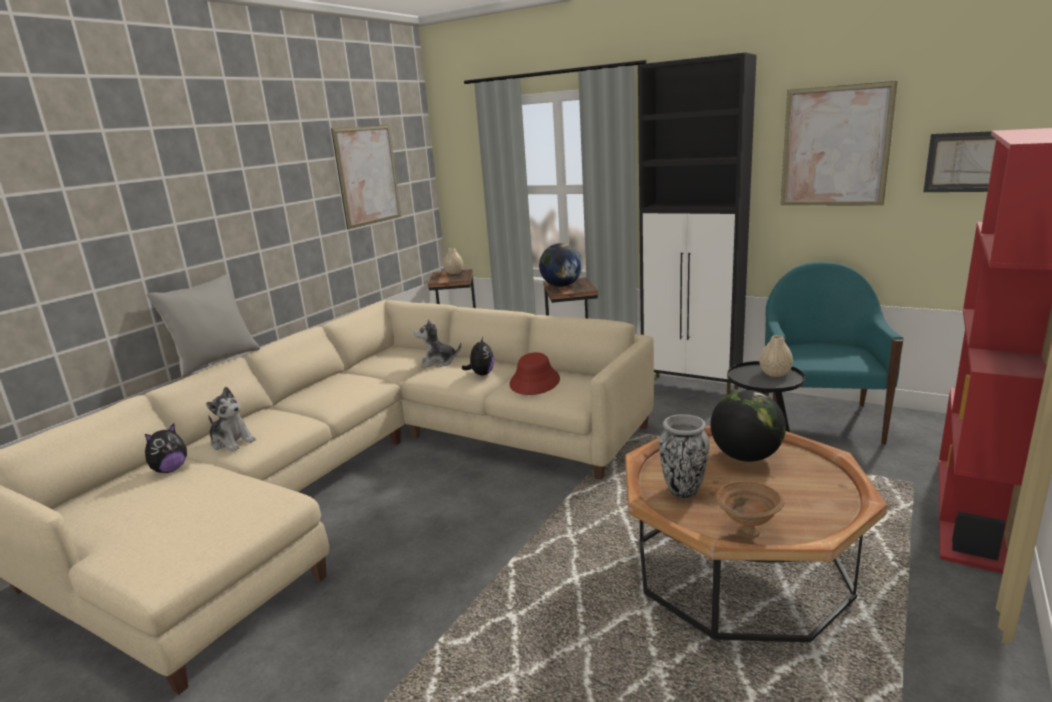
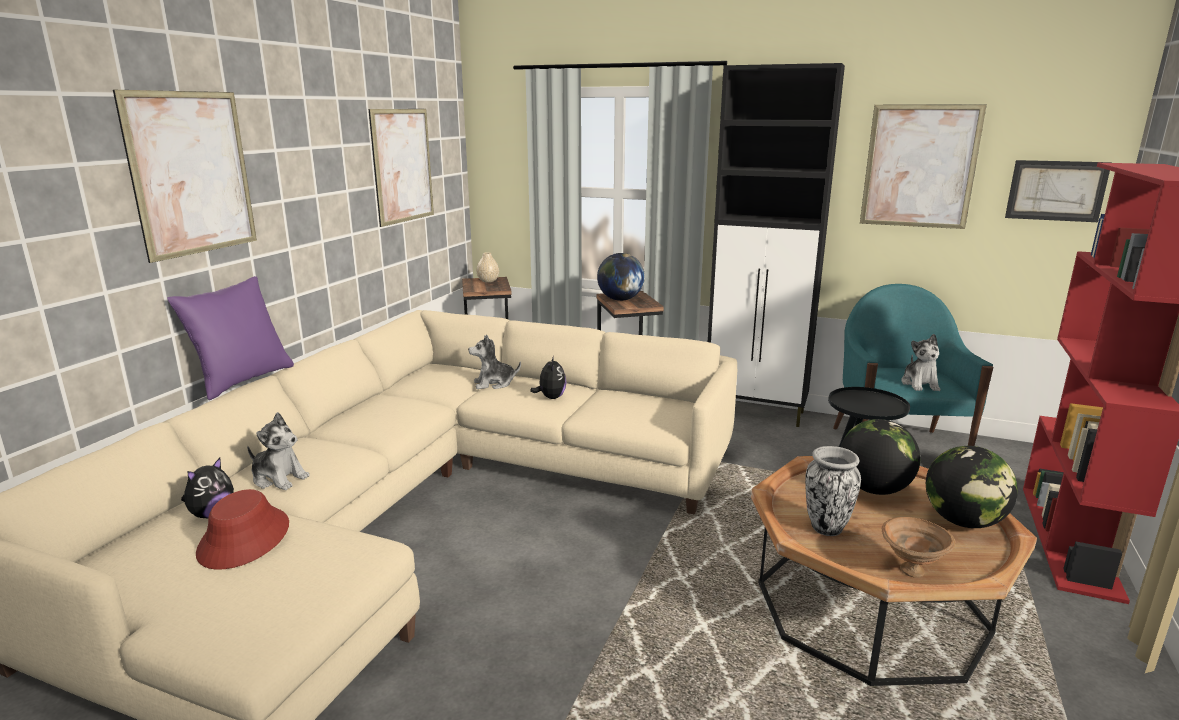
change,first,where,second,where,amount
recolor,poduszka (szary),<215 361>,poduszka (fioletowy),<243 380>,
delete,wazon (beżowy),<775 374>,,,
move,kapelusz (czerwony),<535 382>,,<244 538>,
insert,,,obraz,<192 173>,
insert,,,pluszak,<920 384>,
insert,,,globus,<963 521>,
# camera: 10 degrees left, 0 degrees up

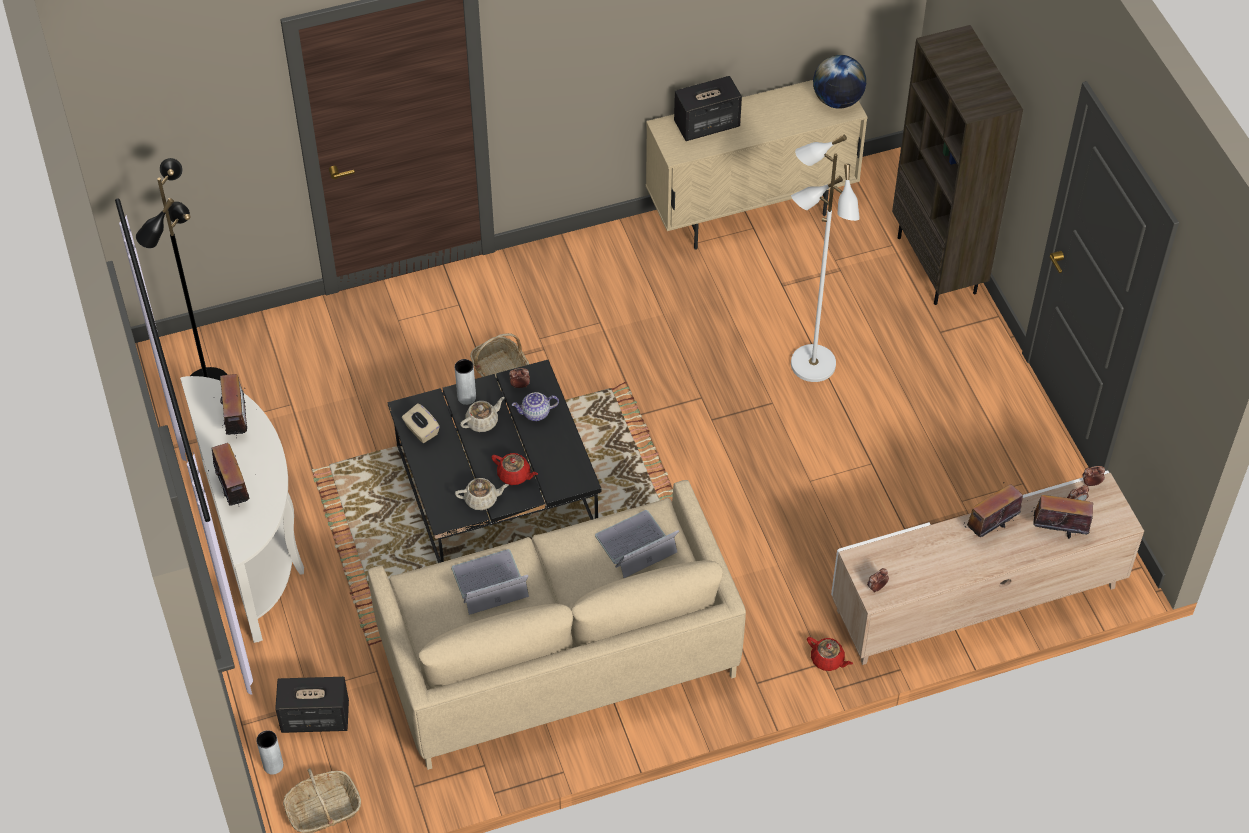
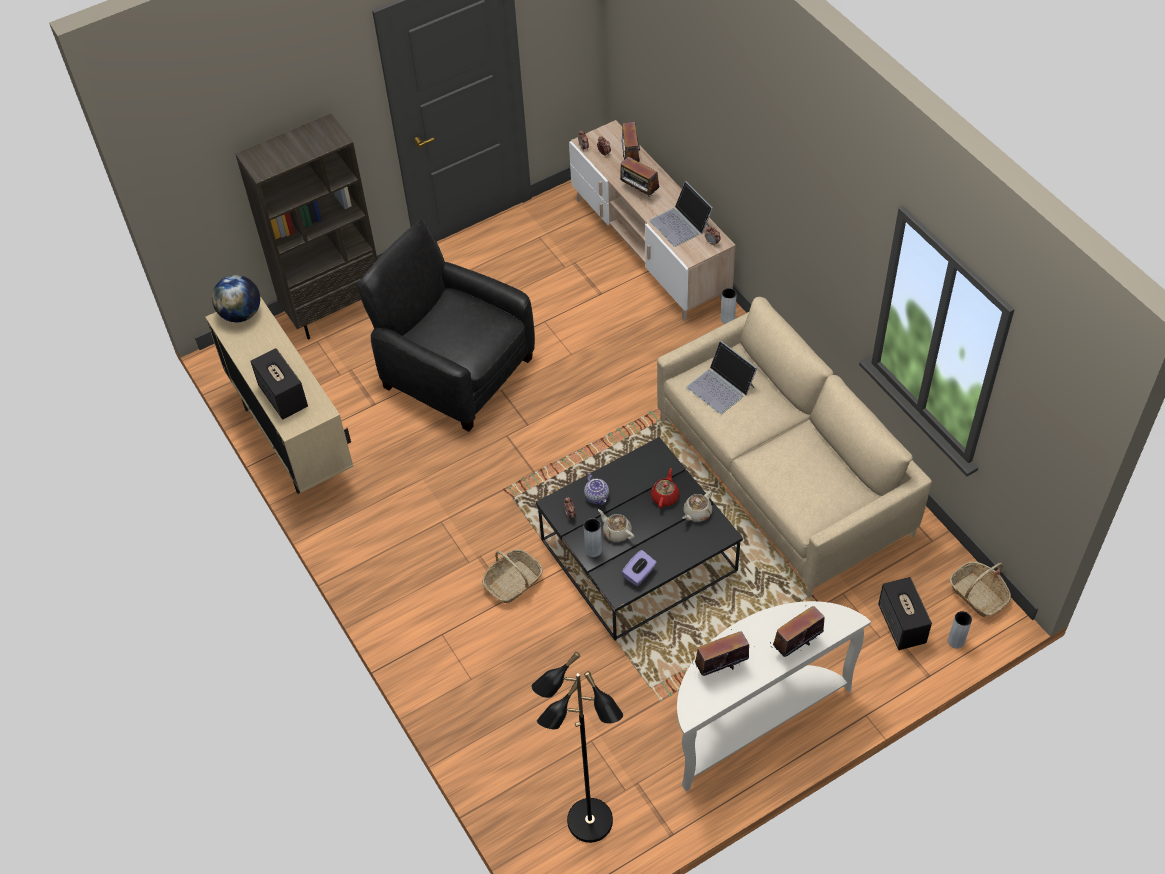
change,first,where,second,where,amount
replace,lampa stojąca (biały),<811 365>,fotel (czarny),<456 371>,
recolor,pudełko chusteczek (beżowy),<421 431>,pudełko chusteczek (fioletowy),<639 574>,
rotate,imbryk (beżowy),<482 499>,,<697 513>,120 degrees counterclockwise
move,laptop,<489 583>,,<681 224>,
replace,imbryk (czerwony),<828 660>,wazon (szary),<727 319>,
# camera: 100 degrees left, 0 degrees up

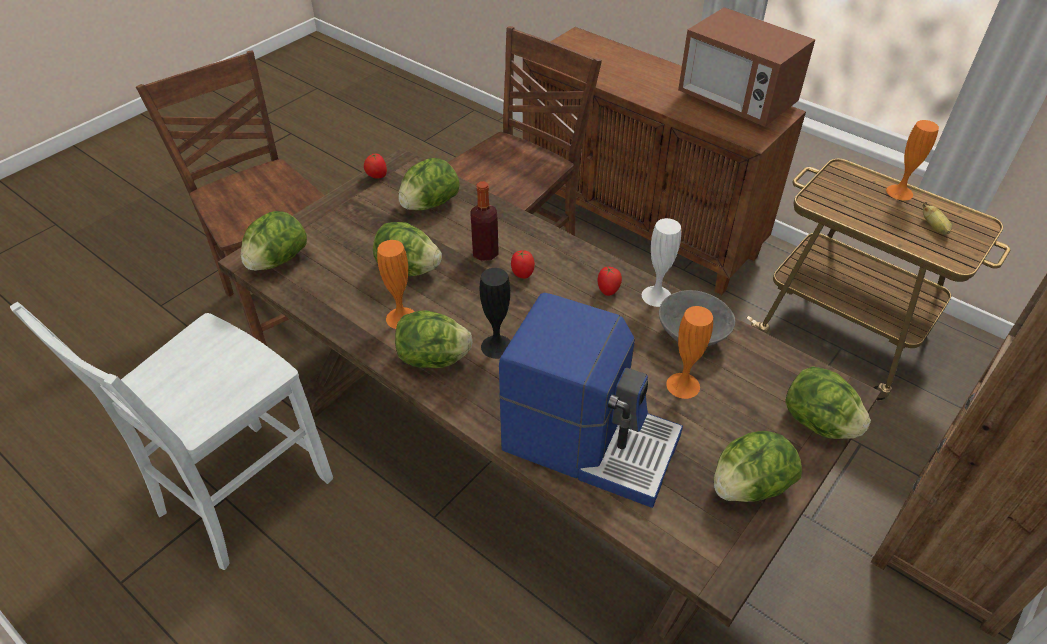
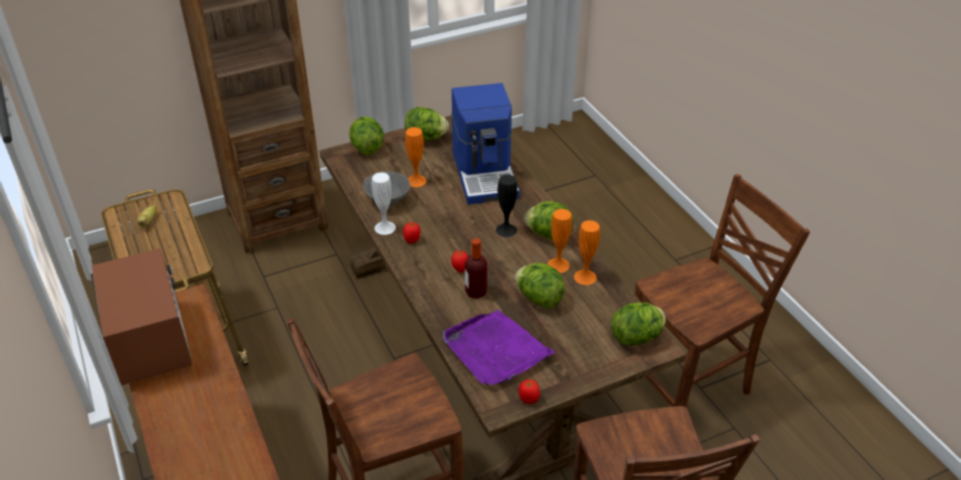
change,first,where,second,where,amount
move,wazon (pomarańczowy),<899 192>,,<585 277>,
replace,sałata,<429 205>,taca (fioletowy),<495 350>,
rotate,ekspres do kawy,<590 440>,,<486 173>,150 degrees counterclockwise
recolor,krzesło (biały),<240 496>,krzesło (brązowy),<689 385>,
# camera: 155 degrees left, 5 degrees down

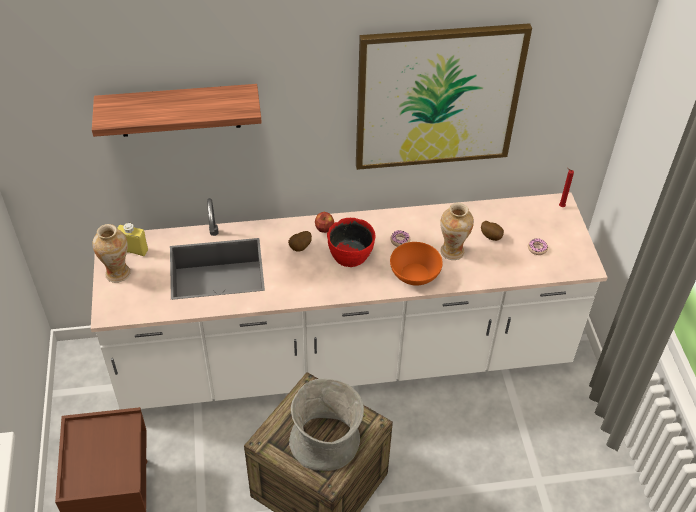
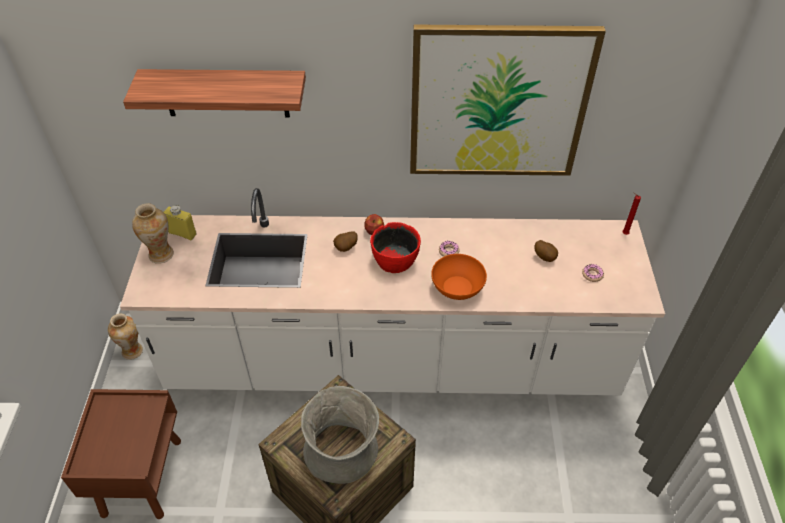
change,first,where,second,where,amount
move,wazon,<452 251>,,<132 351>,
# camera: 10 degrees right, 0 degrees up

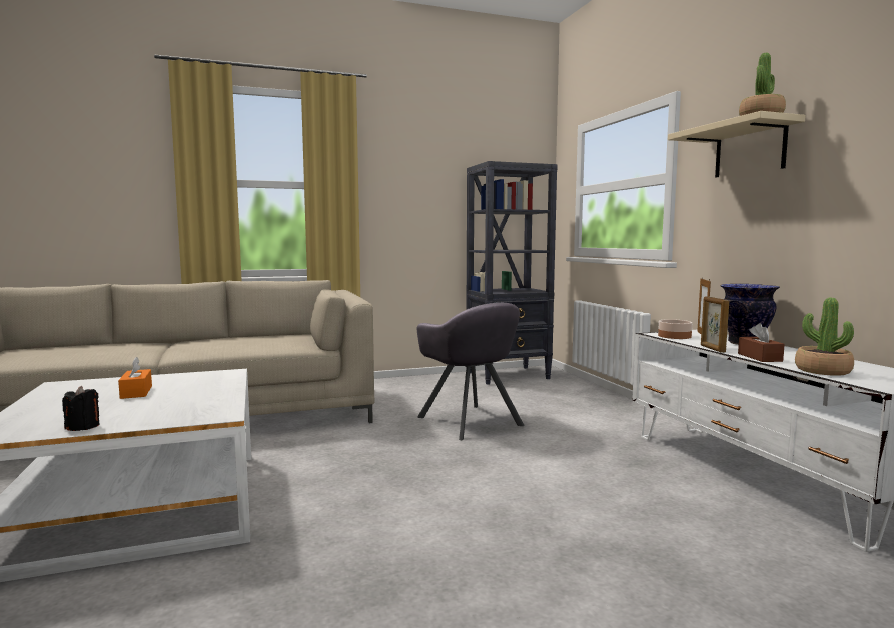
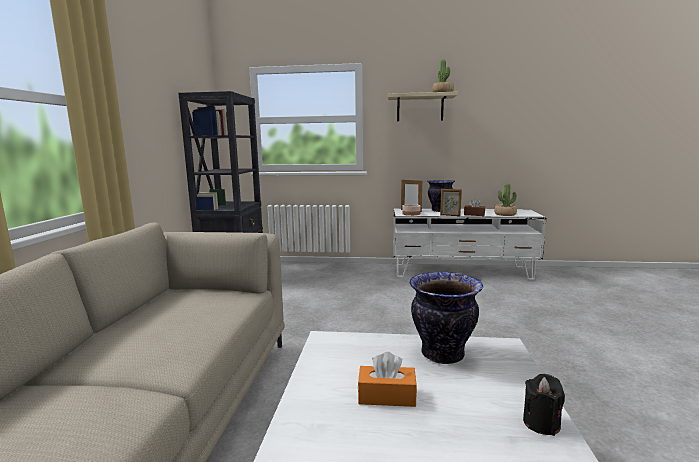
change,first,where,second,where,amount
delete,fotel (szary),<469 421>,,,
insert,,,wazon,<441 354>,
# camera: 65 degrees left, 5 degrees up

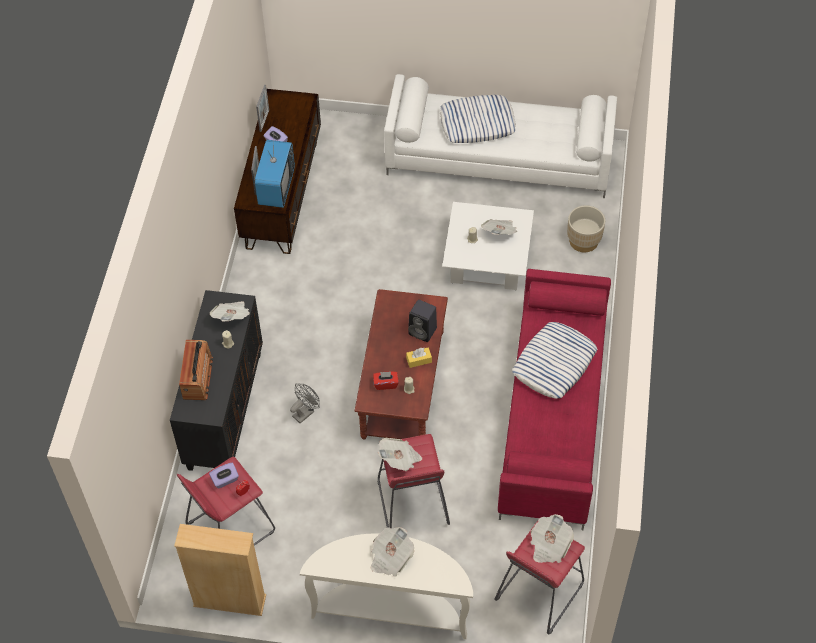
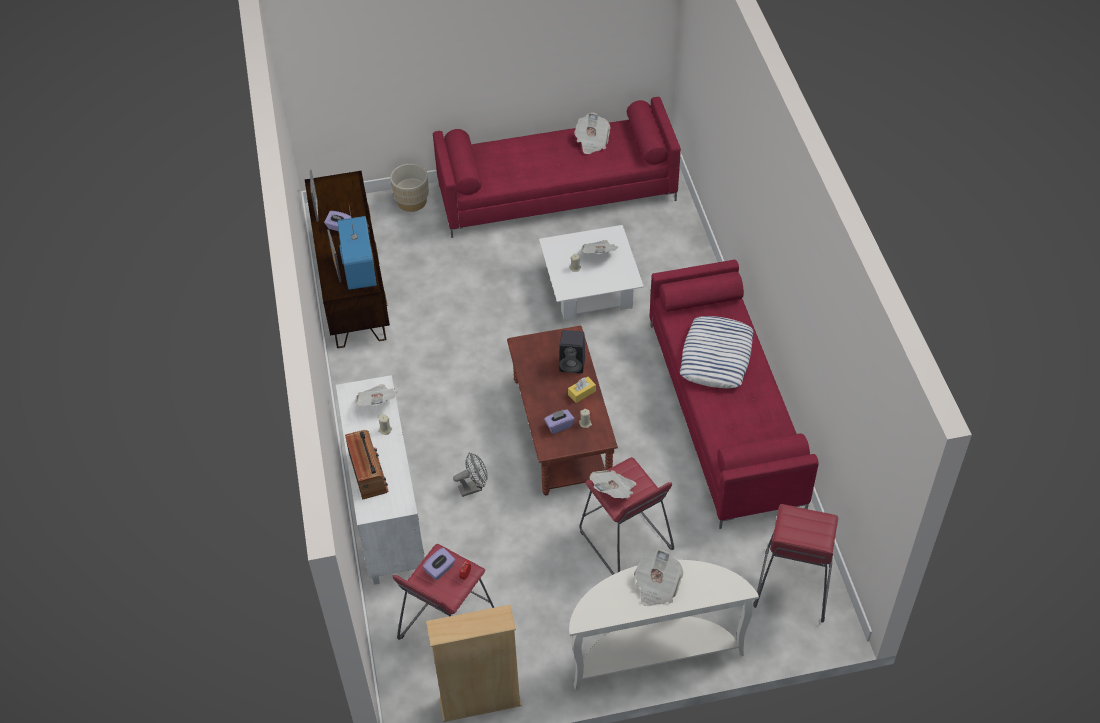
change,first,where,second,where,amount
recolor,kanapa (biały),<499 158>,kanapa (czerwony),<557 192>,
delete,poduszka,<477 123>,,,
move,donica (beżowy),<583 241>,,<412 201>,
recolor,szafka (czarny),<224 409>,szafka (biały),<386 511>,
recolor,pudełko chusteczek (czerwony),<386 384>,pudełko chusteczek (fioletowy),<559 425>,
rotate,wentylator (szary),<305 412>,,<473 487>,45 degrees clockwise
move,gazeta,<549 545>,,<592 141>,
# camera: 20 degrees left, 5 degrees down

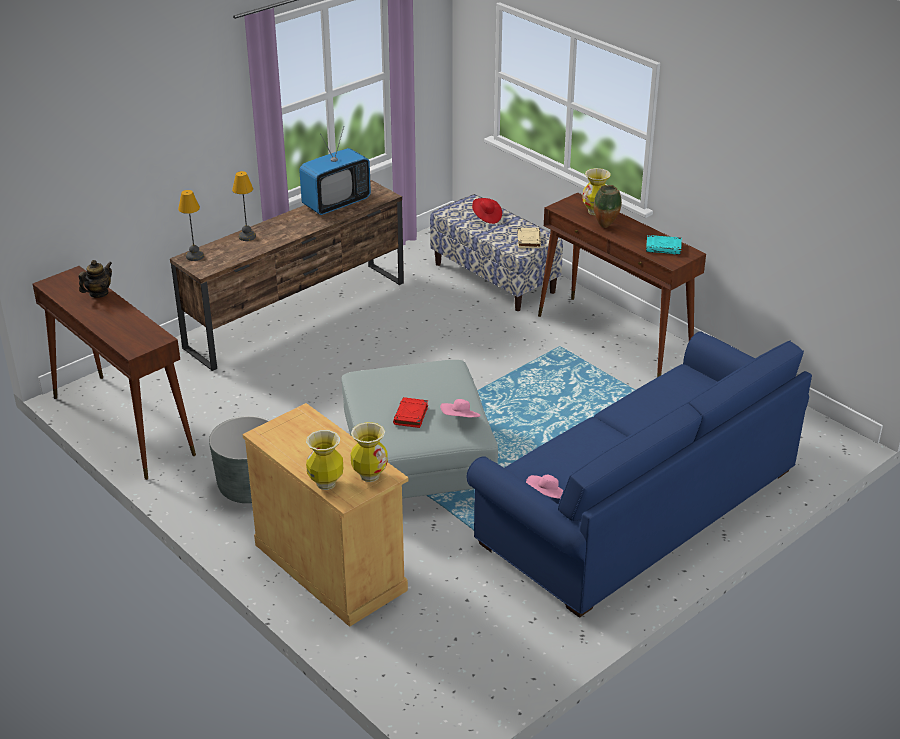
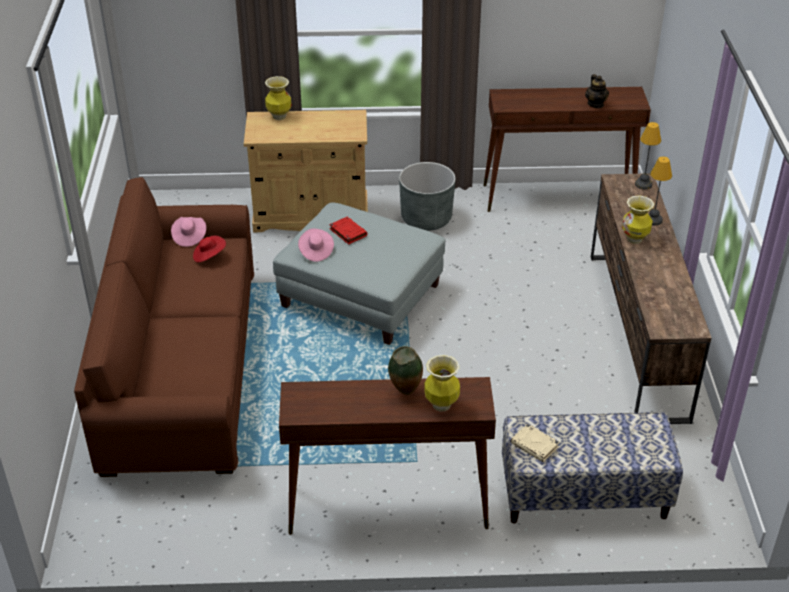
change,first,where,second,where,amount
delete,telewizor,<336 203>,,,
move,kapelusz (czerwony),<486 217>,,<209 256>,
delete,książka (turkusowy),<664 247>,,,
recolor,kanapa (niebieski),<639 507>,kanapa (brązowy),<181 368>,
move,wazon,<369 475>,,<634 239>,
# camera: 130 degrees right, 5 degrees up

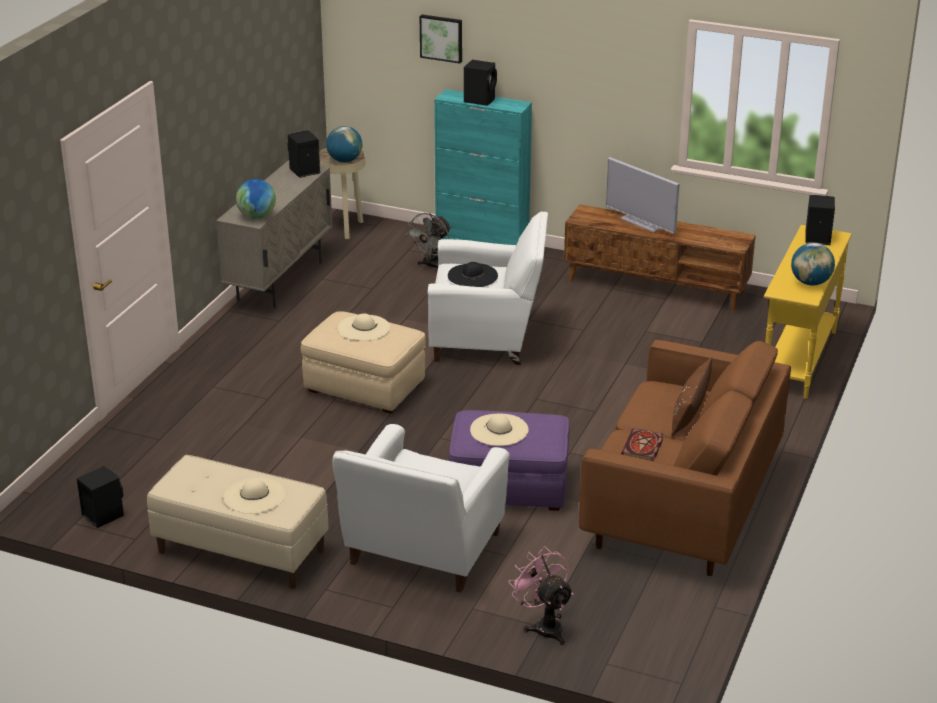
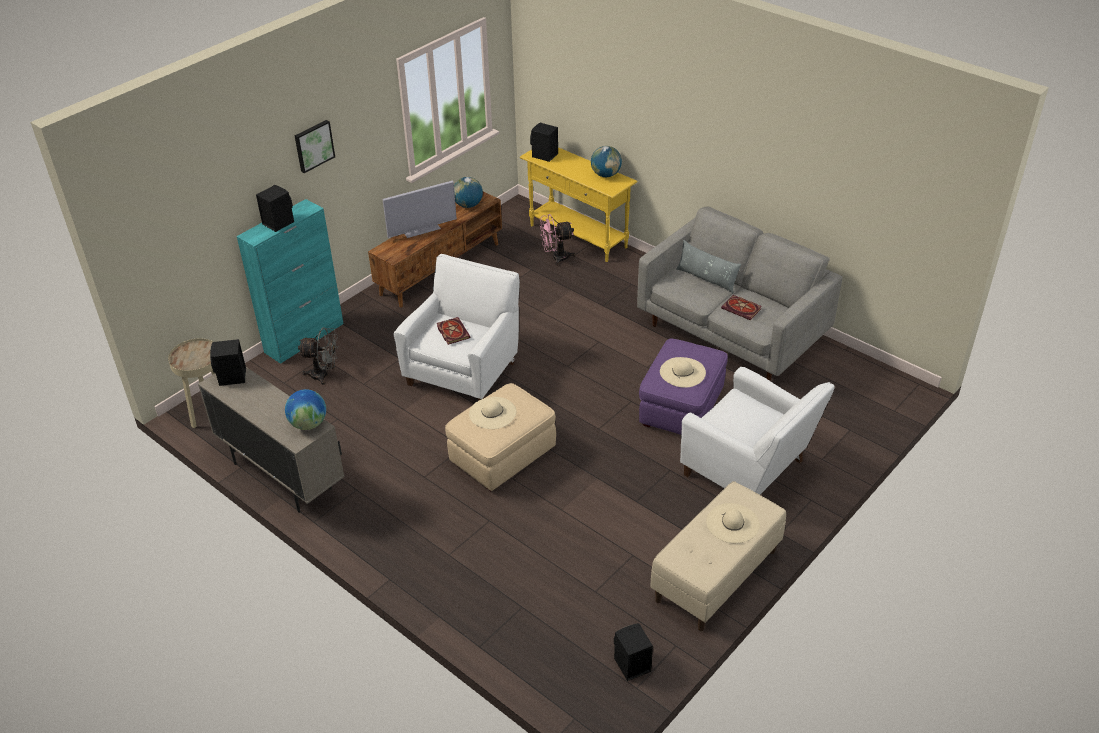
change,first,where,second,where,amount
move,obraz,<441 38>,,<313 145>,
move,globus,<344 160>,,<468 205>,
rotate,wentylator (szary),<432 266>,,<324 375>,45 degrees counterclockwise
replace,kapelusz (czarny),<472 275>,książka,<452 331>,
recolor,kanapa (brązowy),<681 506>,kanapa (szary),<731 333>,
recolor,poduszka (brązowy),<689 413>,poduszka (szary),<706 279>,
move,wentylator (różowy),<544 626>,,<556 258>,
# camera: 70 degrees left, 10 degrees up

